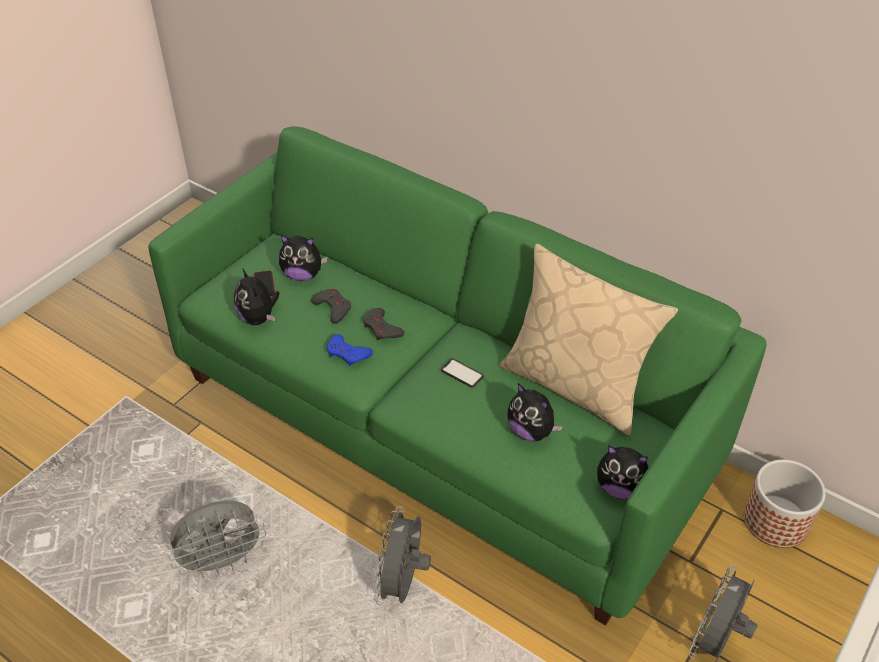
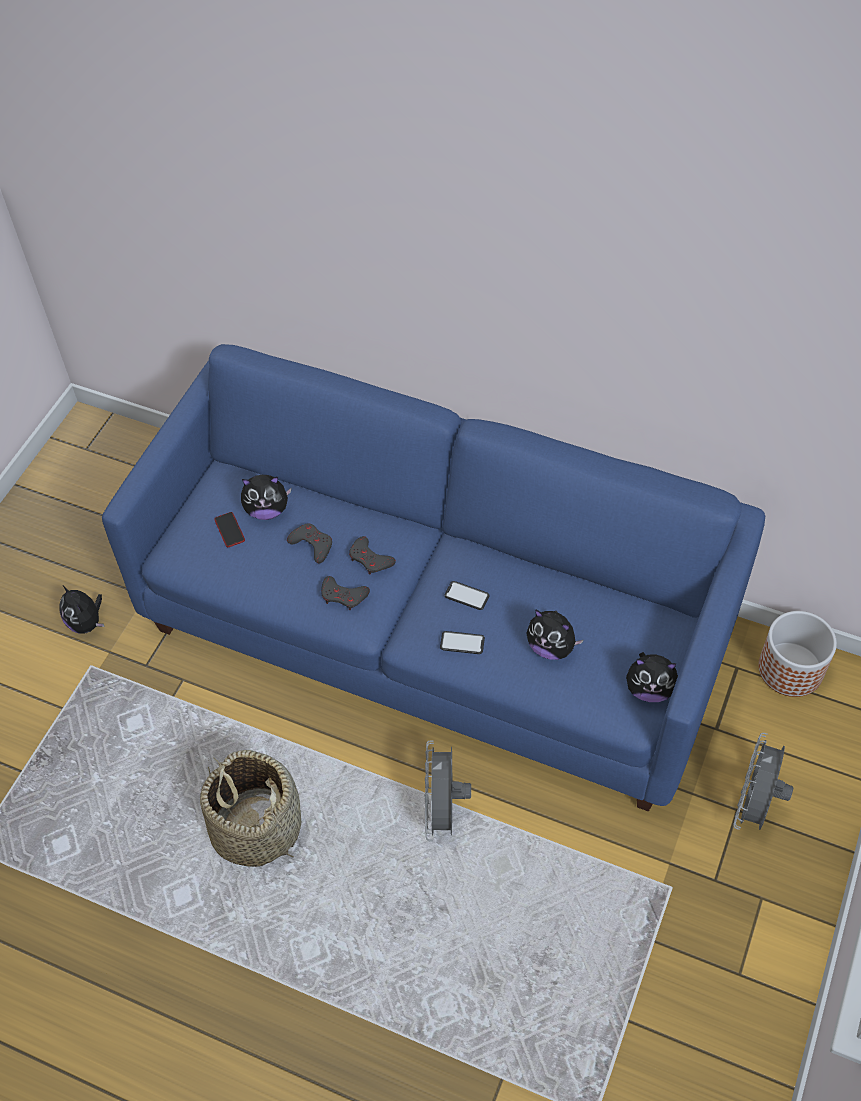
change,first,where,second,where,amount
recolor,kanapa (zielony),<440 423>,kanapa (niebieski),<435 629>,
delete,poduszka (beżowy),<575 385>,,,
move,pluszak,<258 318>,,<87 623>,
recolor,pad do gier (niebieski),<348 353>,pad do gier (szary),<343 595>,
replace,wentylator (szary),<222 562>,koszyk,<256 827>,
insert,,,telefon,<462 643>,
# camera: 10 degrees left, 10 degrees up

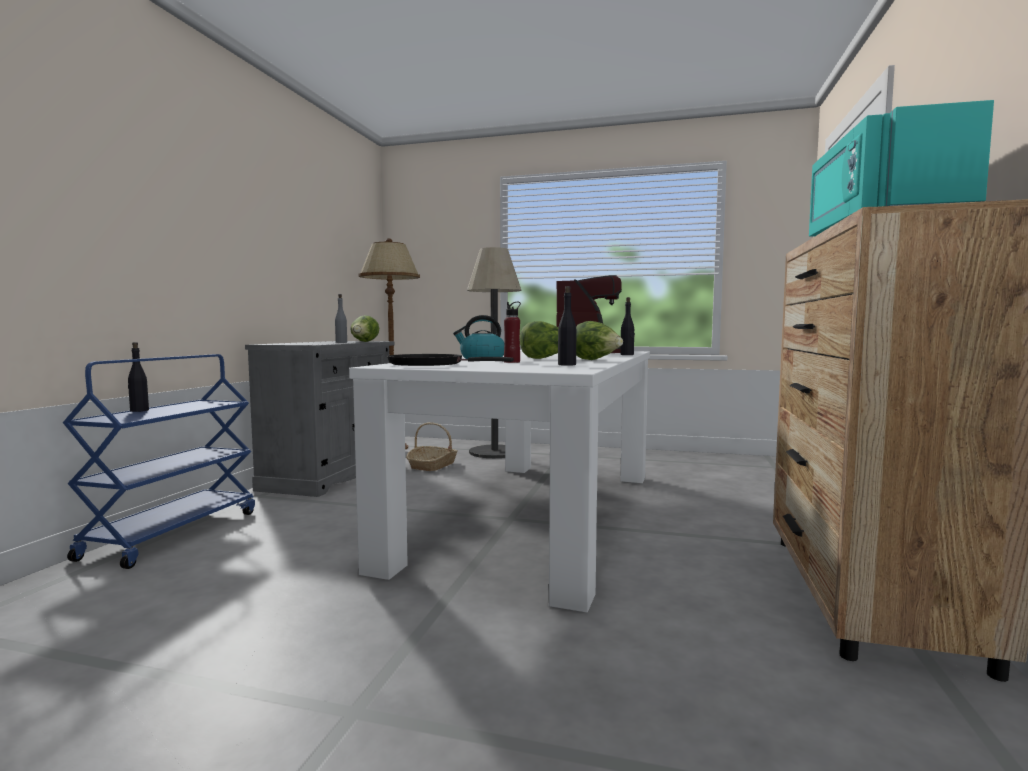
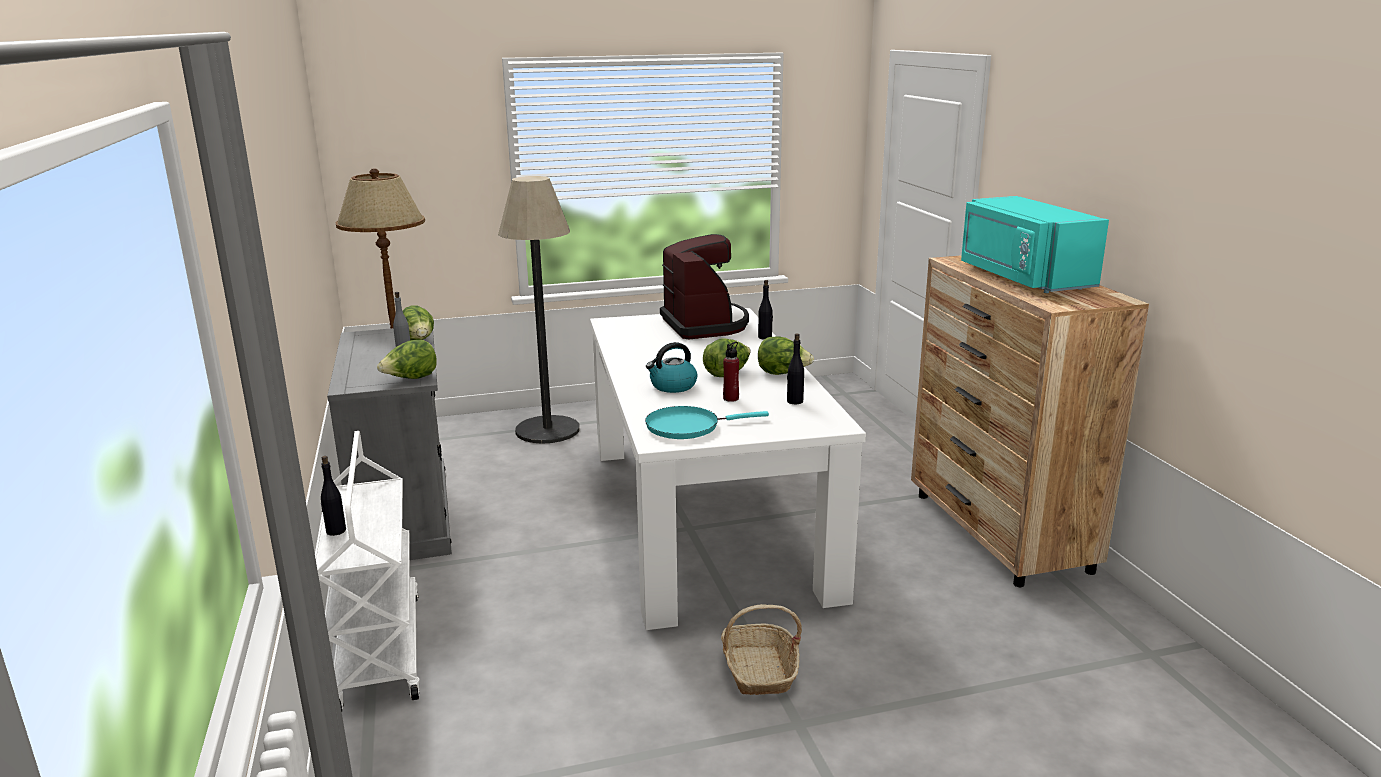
change,first,where,second,where,amount
recolor,wózek (niebieski),<173 534>,wózek (biały),<378 649>,
recolor,patelnia (czarny),<431 365>,patelnia (turkusowy),<687 427>,
move,koszyk,<432 465>,,<759 670>,
insert,,,sałata,<411 379>,
# camera: 30 degrees left, 15 degrees up

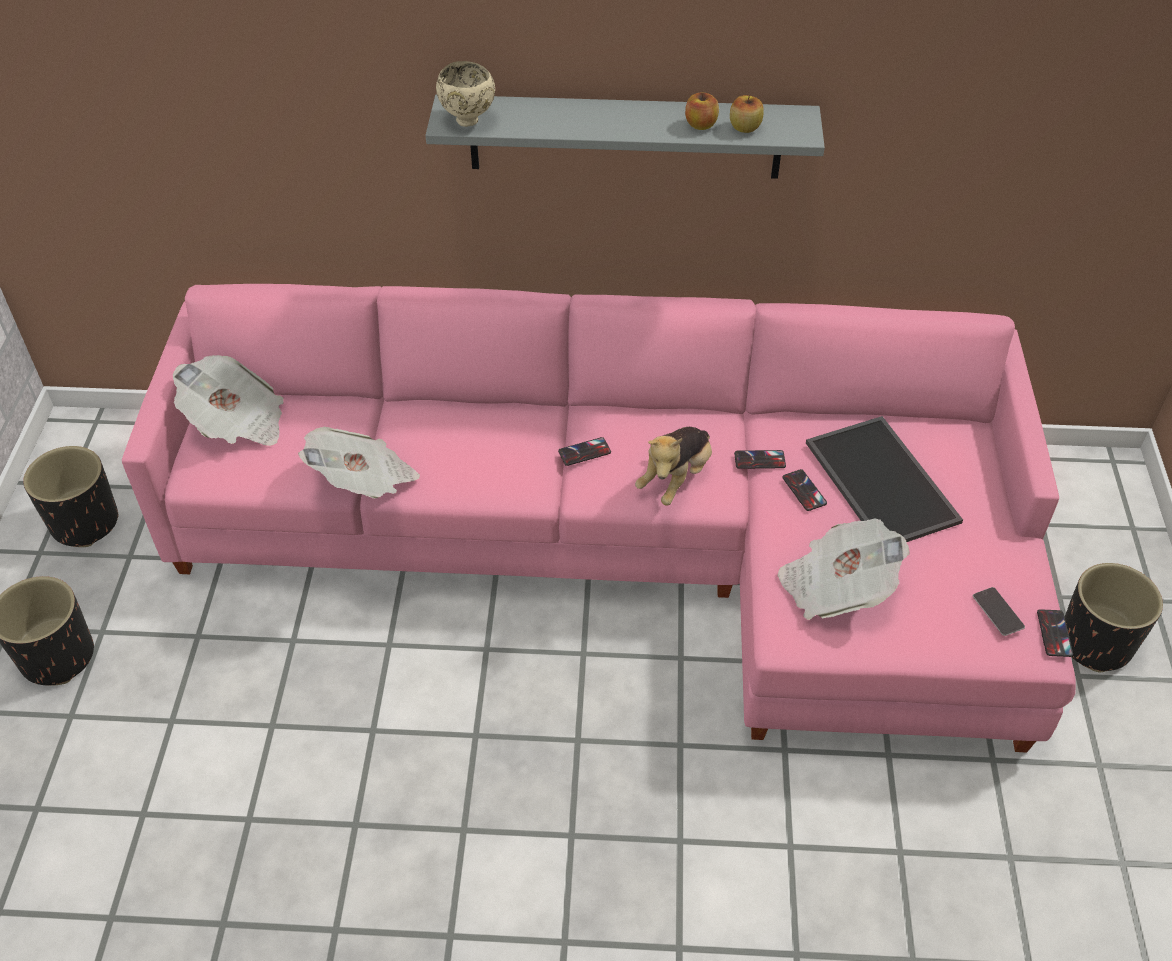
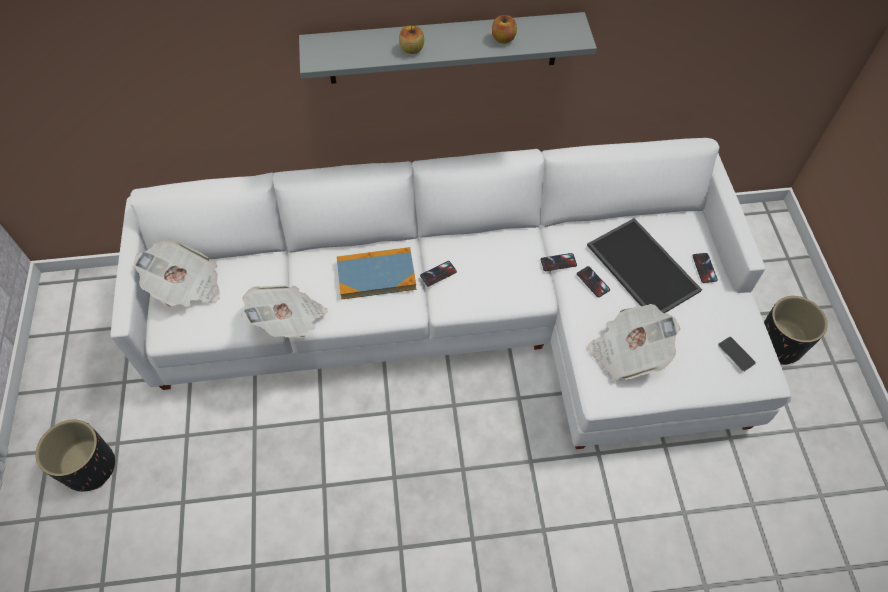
change,first,where,second,where,amount
delete,miska (beżowy),<468 121>,,,
move,jabłko,<744 127>,,<412 49>,
recolor,kanapa (różowy),<636 541>,kanapa (biały),<473 316>,
delete,pluszak,<676 478>,,,
delete,donica (czarny),<85 522>,,,
move,telefon,<1054 633>,,<704 268>,
insert,,,książka,<376 275>,
# camera: 10 degrees left, 10 degrees up

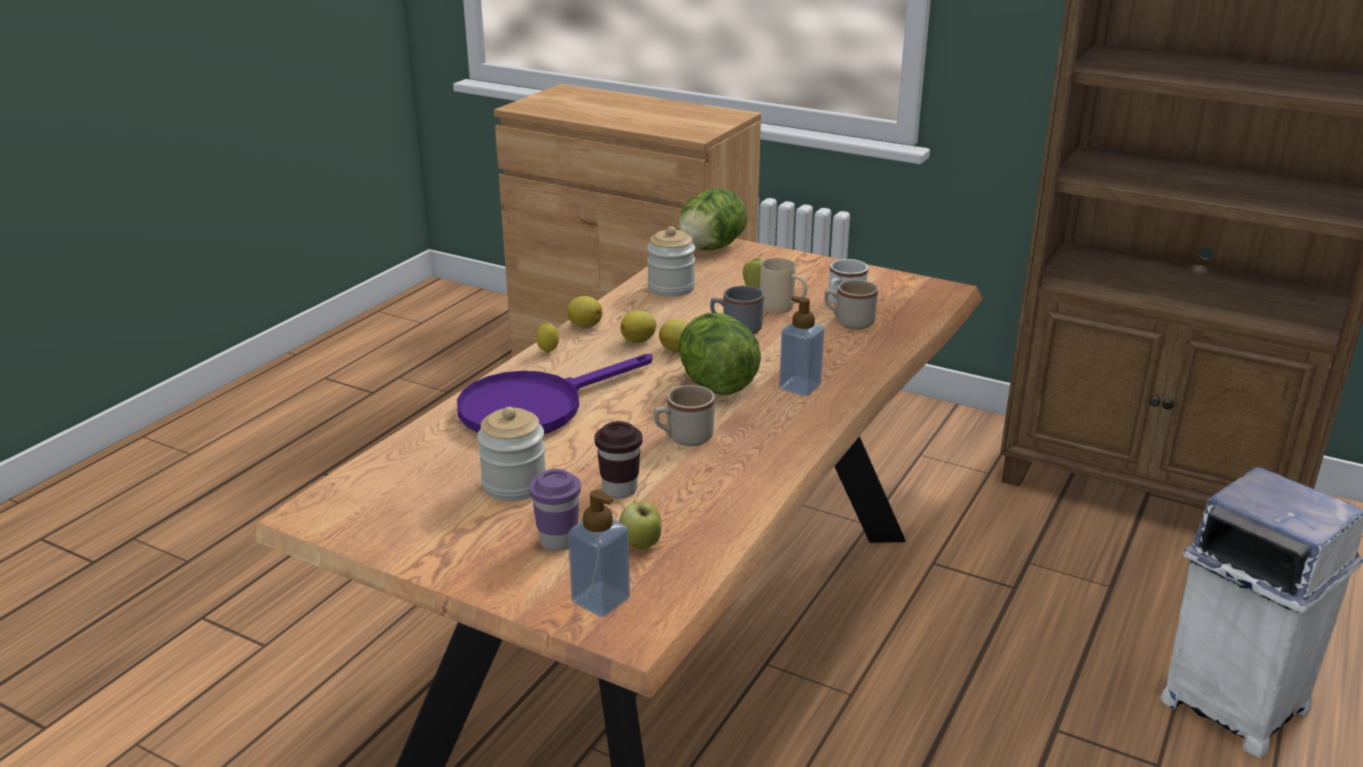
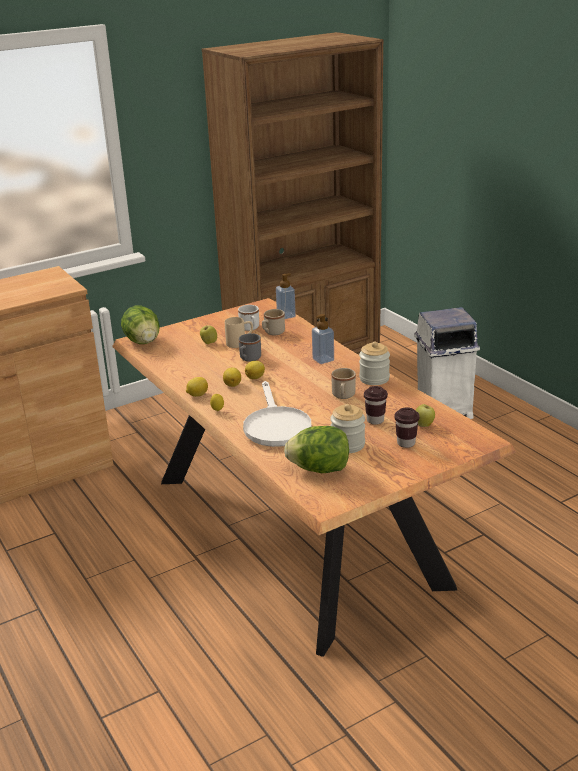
change,first,where,second,where,amount
move,słoik,<671 288>,,<374 379>,
move,sałata,<716 384>,,<319 469>,
recolor,patelnia (fioletowy),<535 407>,patelnia (biały),<275 425>,
recolor,filiżanka (fioletowy),<558 541>,filiżanka (brązowy),<406 443>,
move,dozownik mydła,<600 600>,,<286 316>,
# camera: 60 degrees left, 0 degrees up

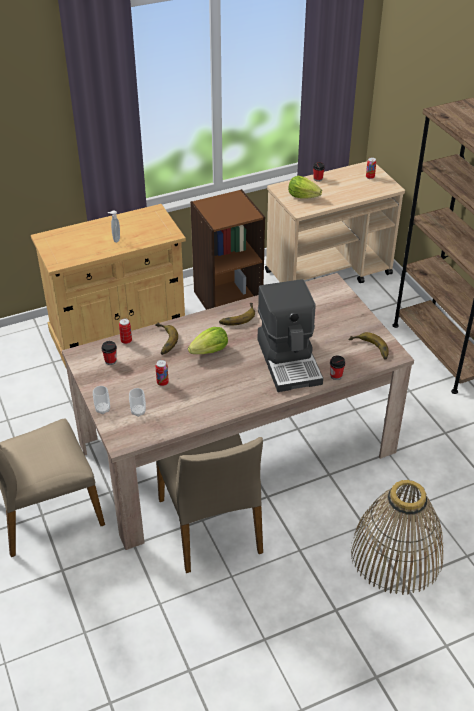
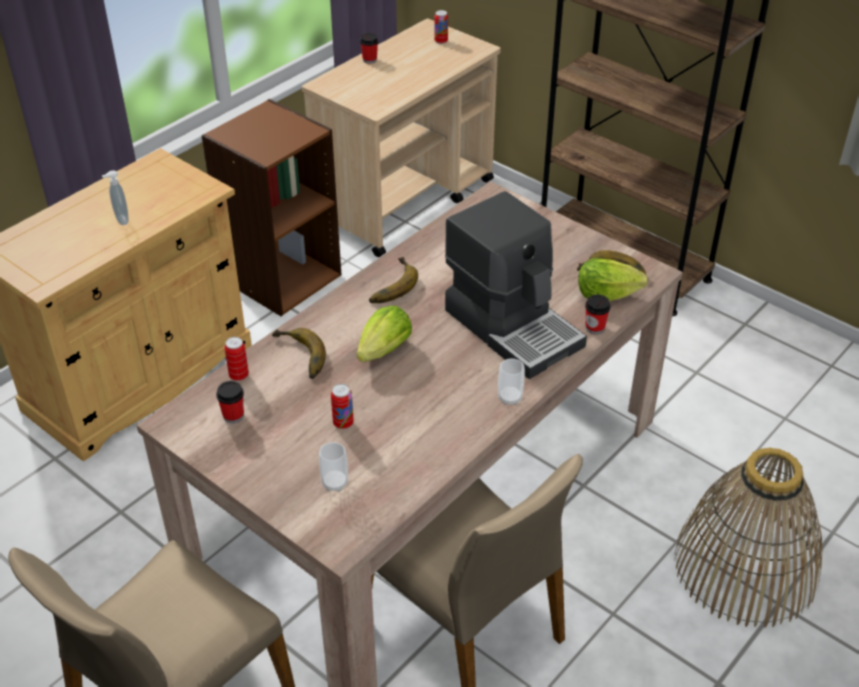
change,first,where,second,where,amount
move,sałata,<303 196>,,<606 295>,
move,filiżanka,<102 409>,,<510 398>,
# camera: 25 degrees left, 0 degrees up

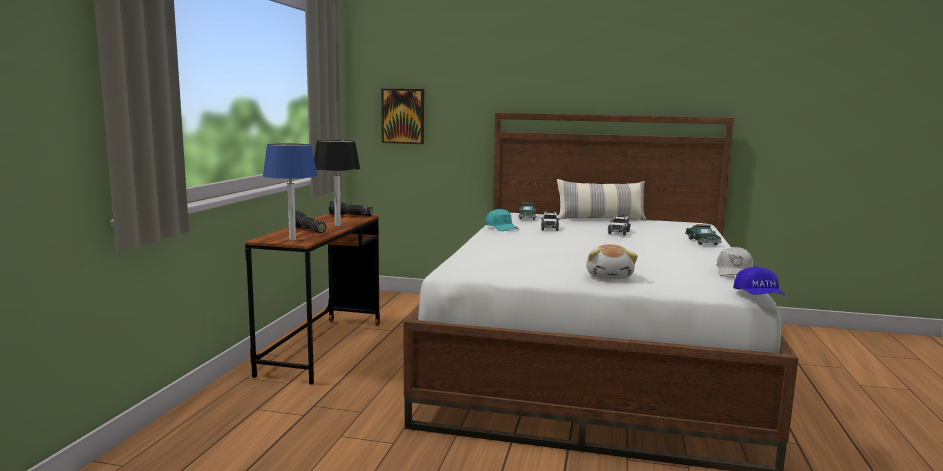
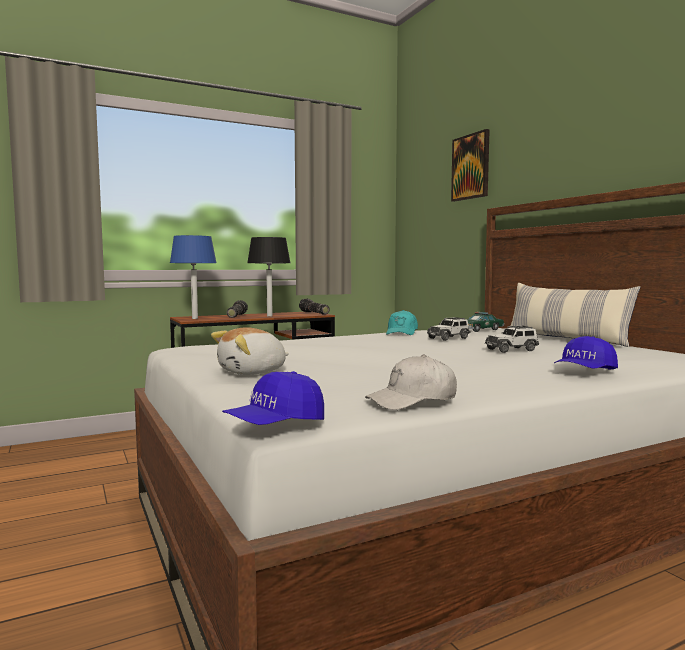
change,first,where,second,where,amount
move,obraz,<403 116>,,<471 167>,
replace,samochodzik,<702 241>,czapka z daszkiem (niebieski),<584 372>,
# camera: 50 degrees right, 5 degrees down

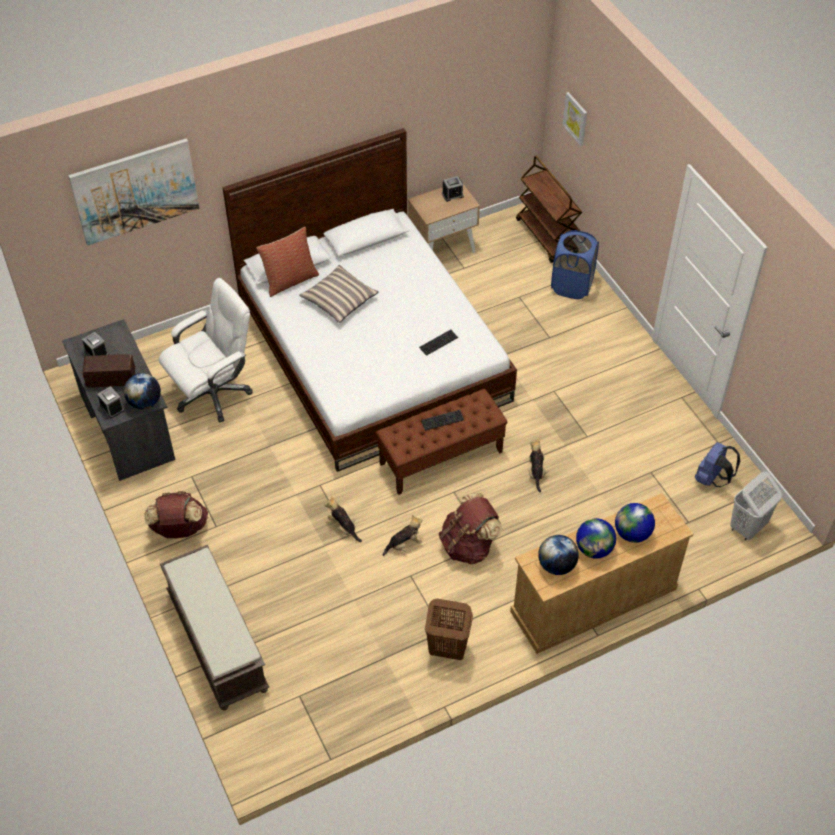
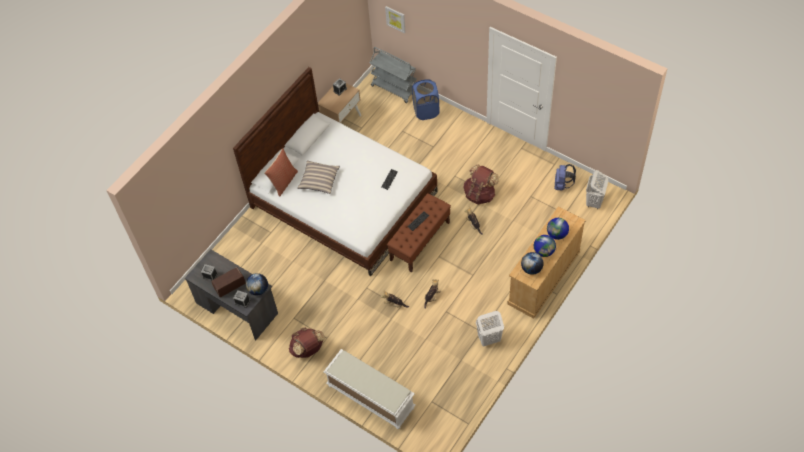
change,first,where,second,where,amount
delete,obraz,<135 191>,,,
recolor,wózek (brązowy),<547 237>,wózek (szary),<394 88>,
delete,krzesło biurowe (biały),<213 393>,,,
move,plecak (brązowy),<468 545>,,<480 194>,
recolor,ławka (brązowy),<216 641>,ławka (biały),<370 397>,
recolor,kosz na pranie (brązowy),<447 648>,kosz na pranie (biały),<488 339>,
# camera: 25 degrees left, 5 degrees up

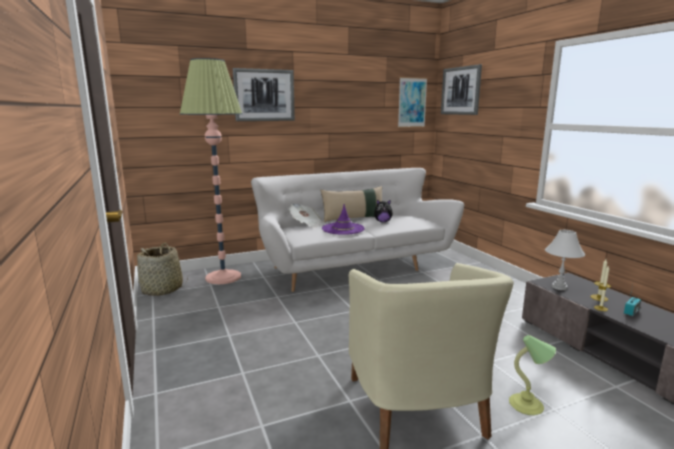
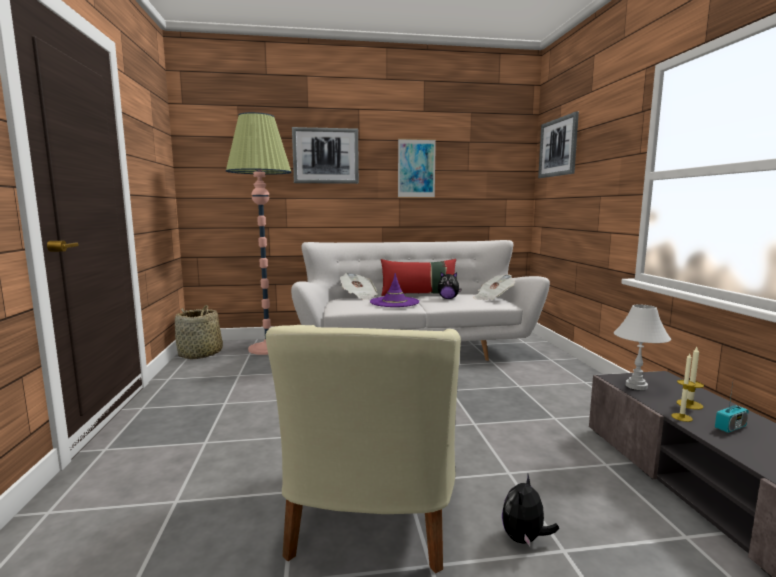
change,first,where,second,where,amount
move,obraz,<412 102>,,<416 168>,
recolor,poduszka (beżowy),<353 219>,poduszka (czerwony),<419 295>,
replace,lampa stołowa,<527 406>,pluszak,<524 539>,
insert,,,gazeta,<493 298>,
# camera: 15 degrees right, 5 degrees down

